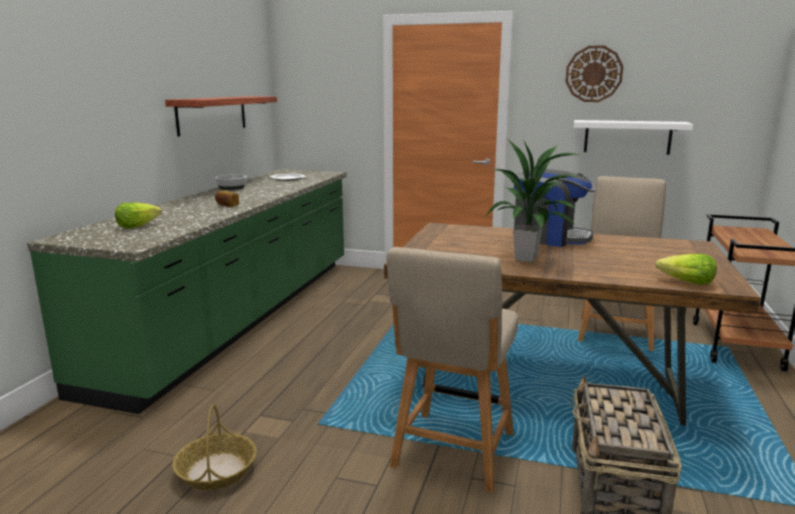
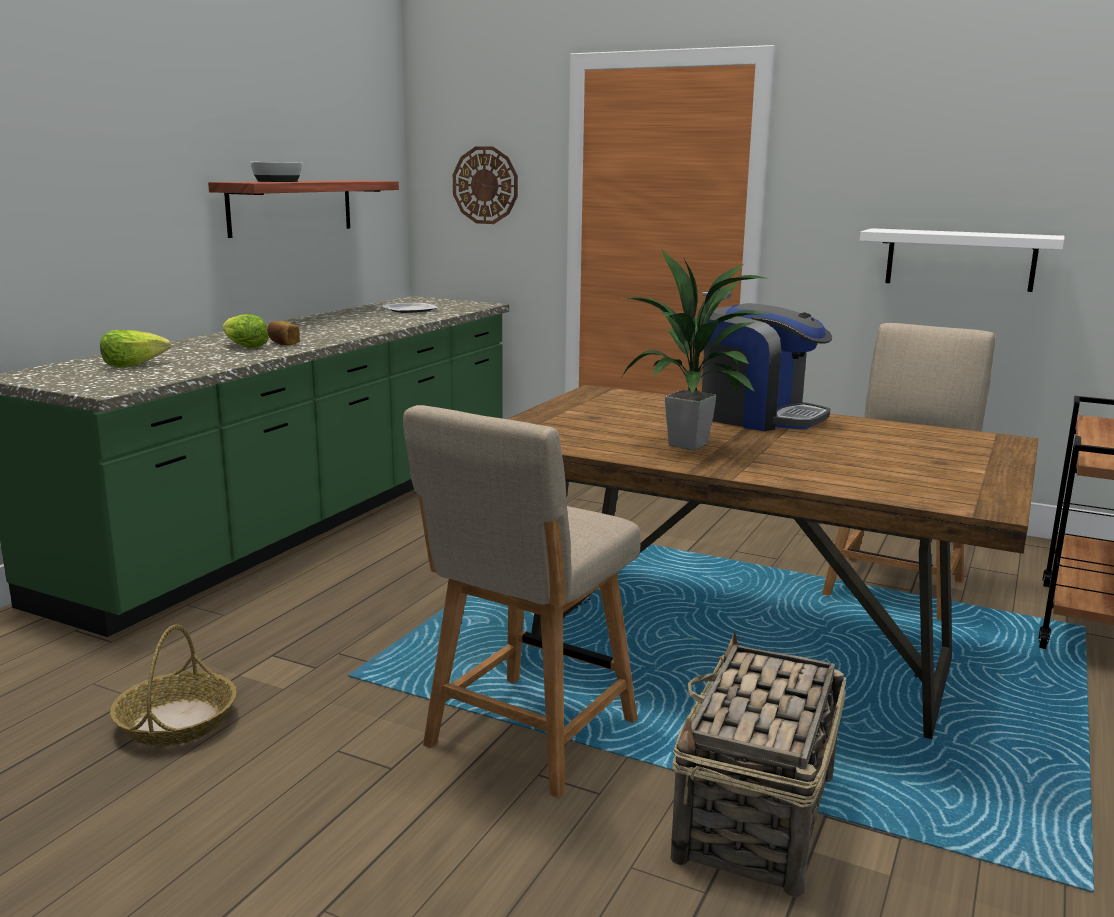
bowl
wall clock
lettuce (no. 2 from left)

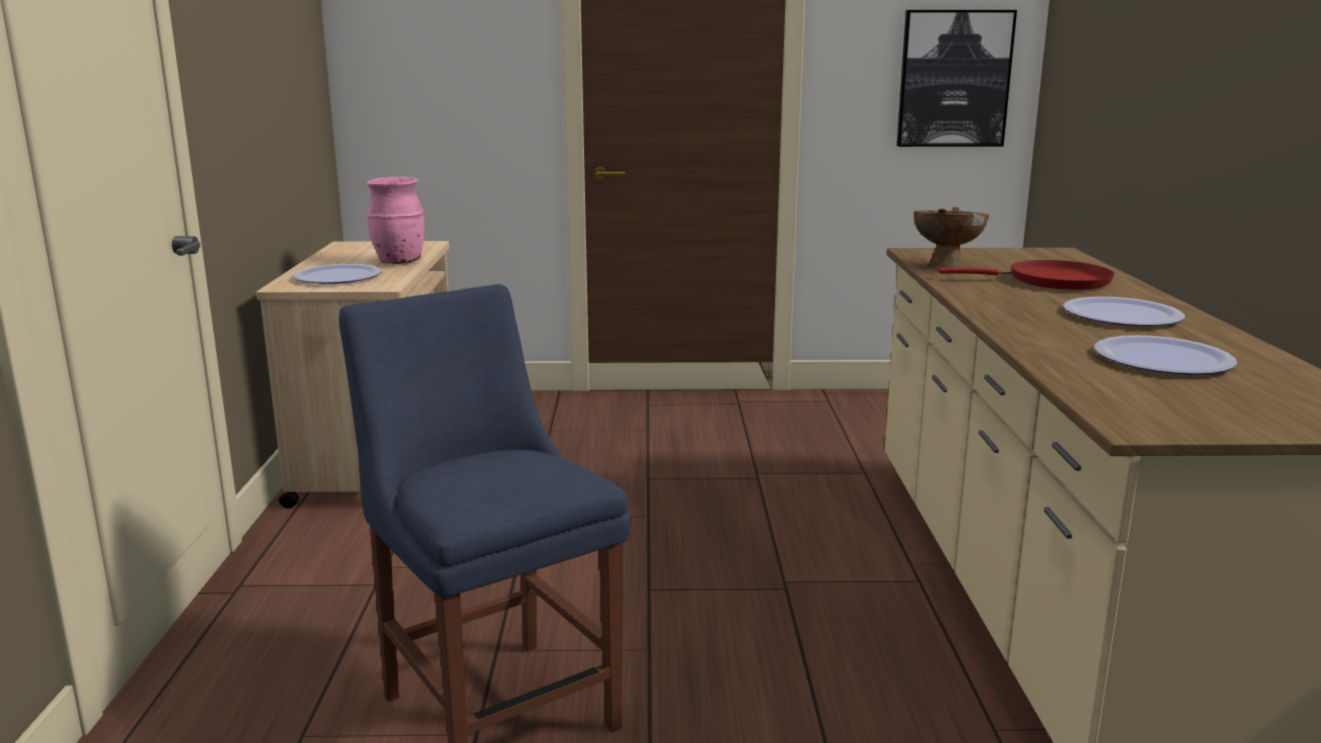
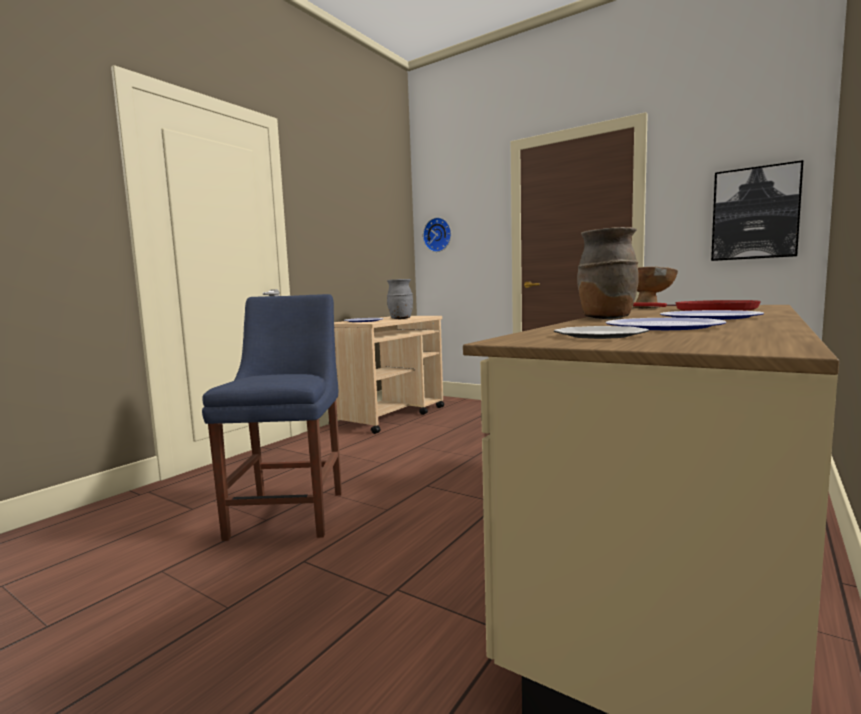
wall clock
plate (no. 2 from left)
vase/brown
vase/grey

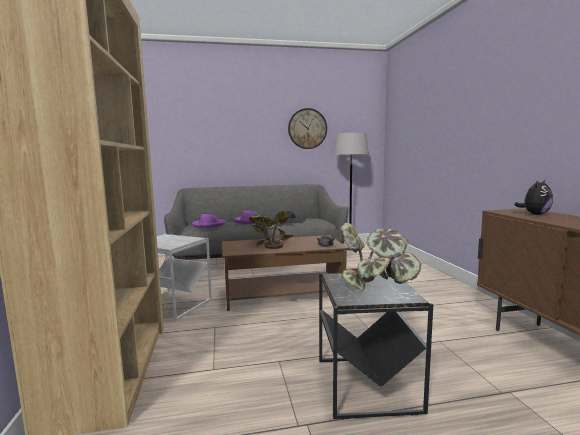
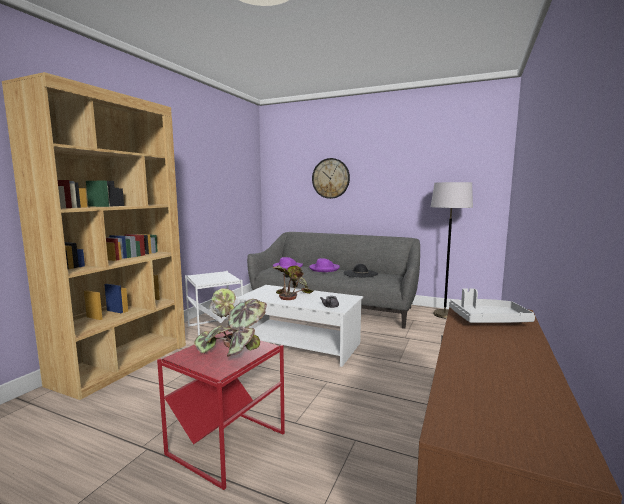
wall clock
tray/grey
coffee table/white
side table/red

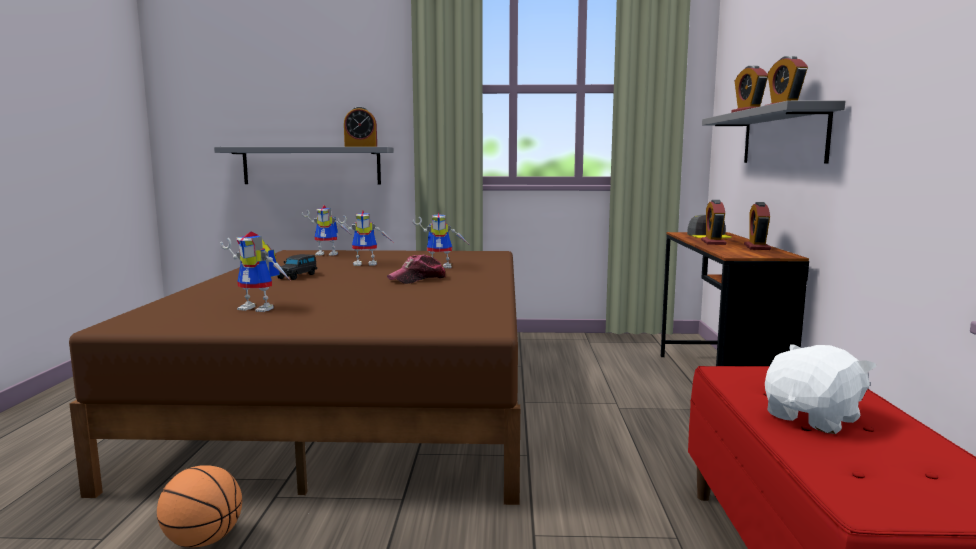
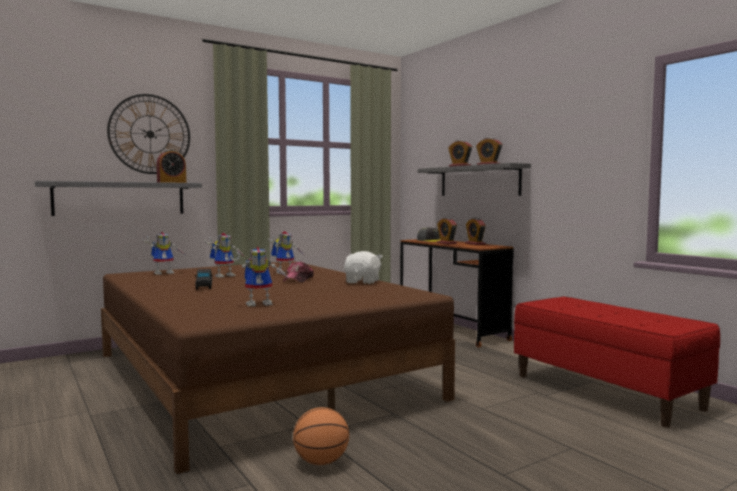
wall clock
plush toy/white

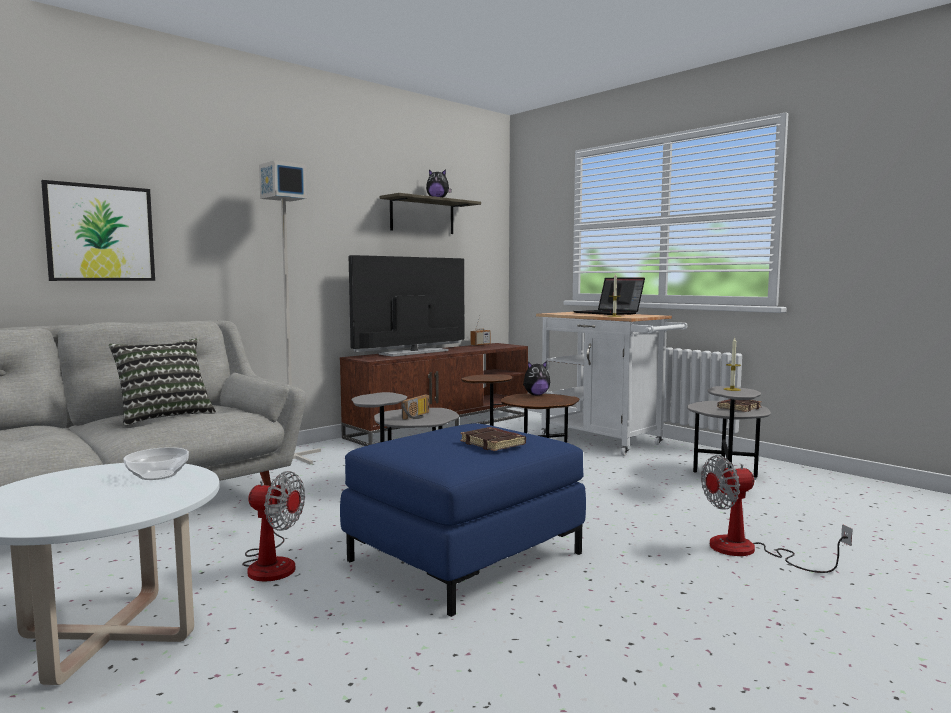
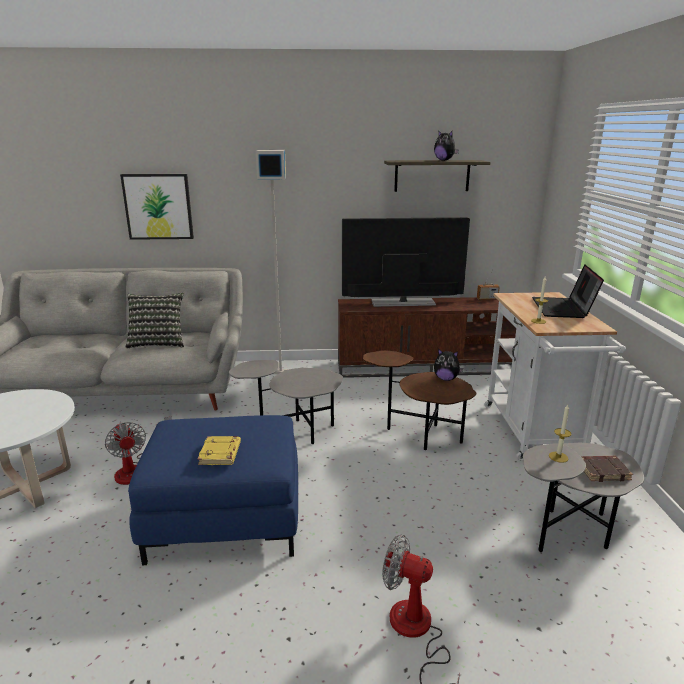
bowl
radio (no. 1 from left in the first image)
book/yellow

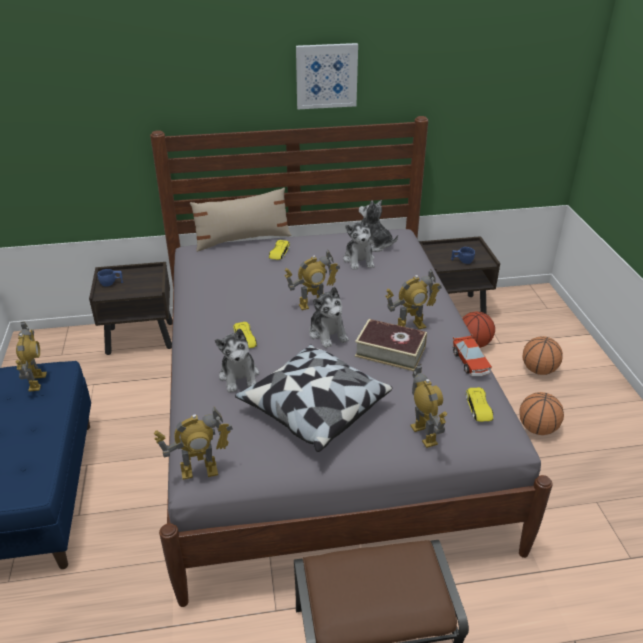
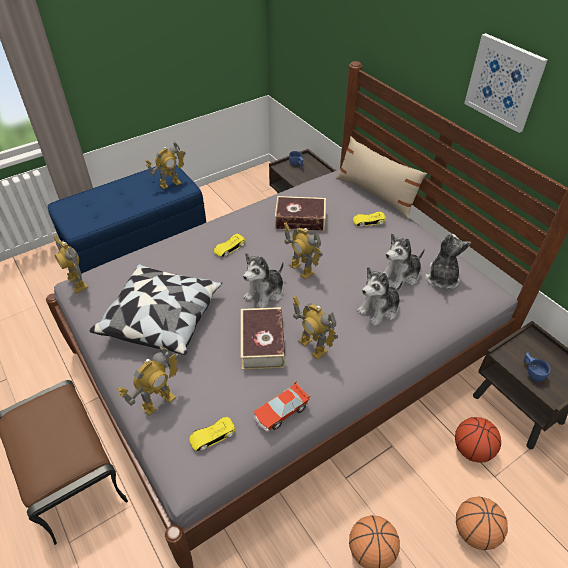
book (no. 2 from left)
plush toy (no. 2 from left)

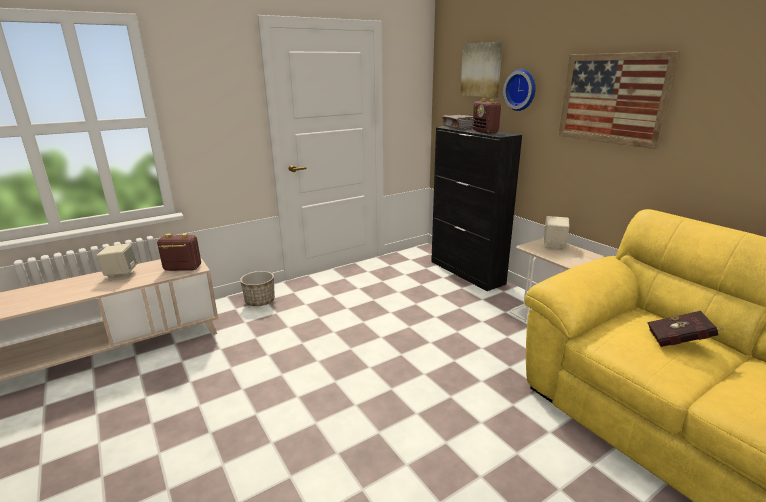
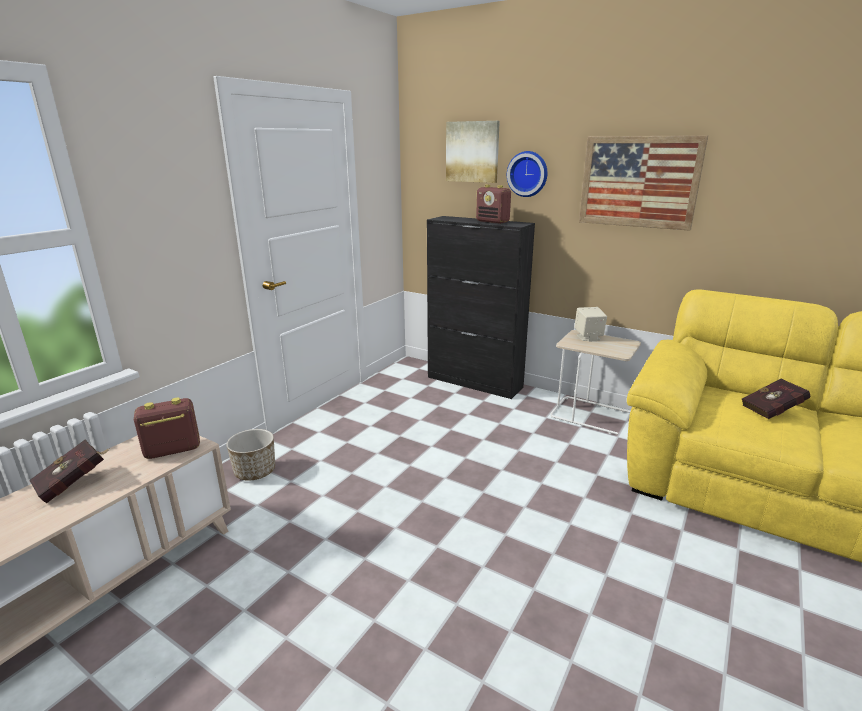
book/grey
book/red (no. 1 from left)

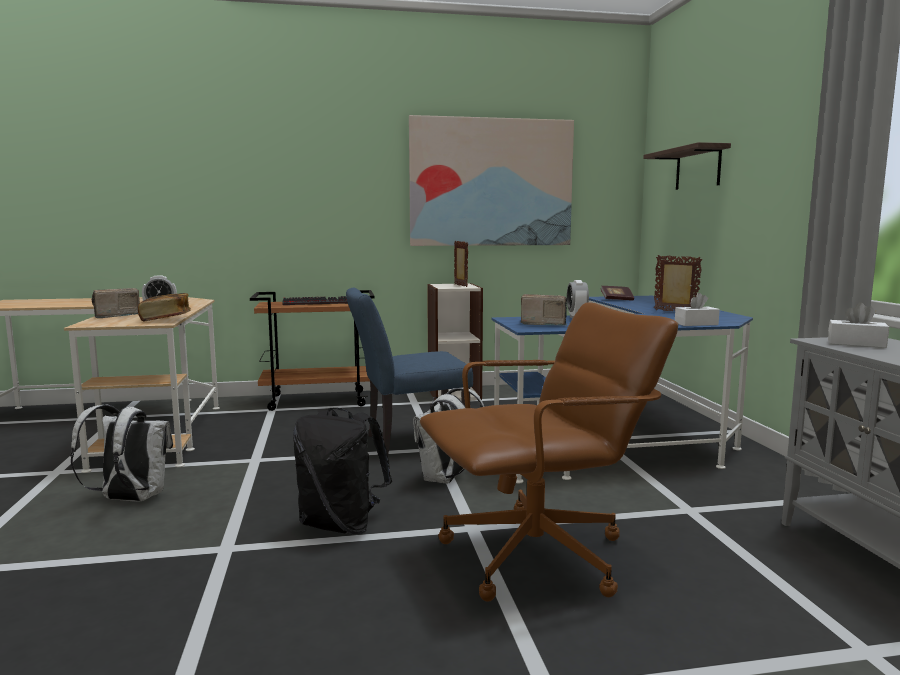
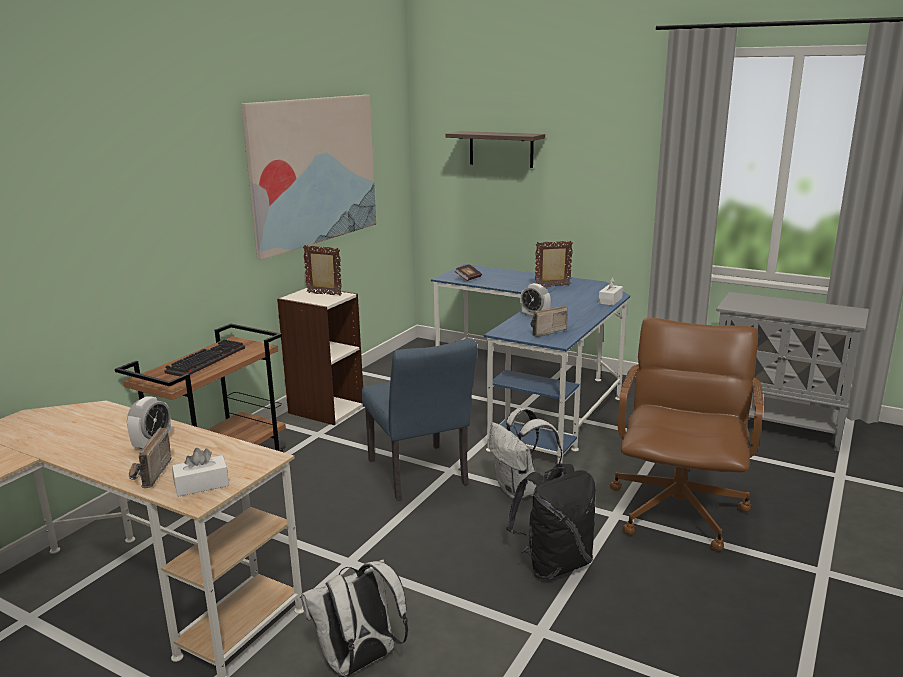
book (no. 1 from left in the first image)
tissue box/white (no. 1 from left)
chair/blue

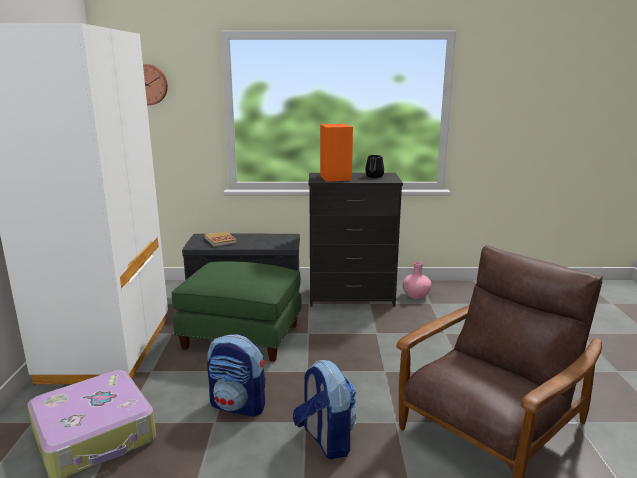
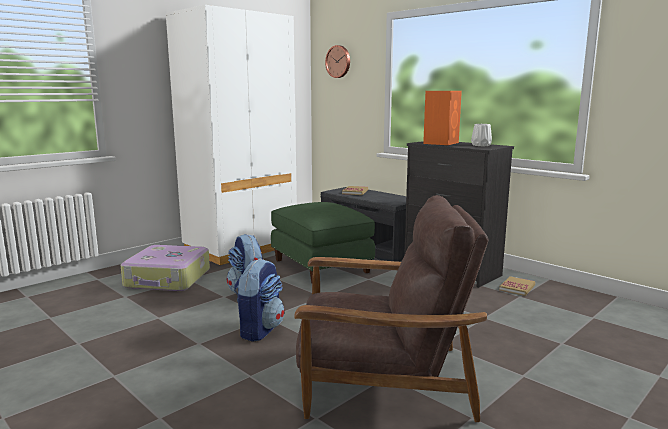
book (no. 2 from left)
vase/white

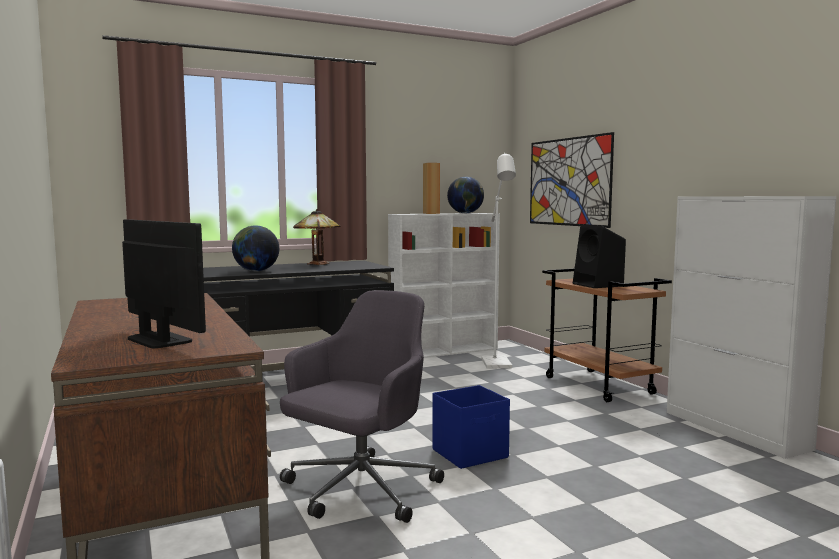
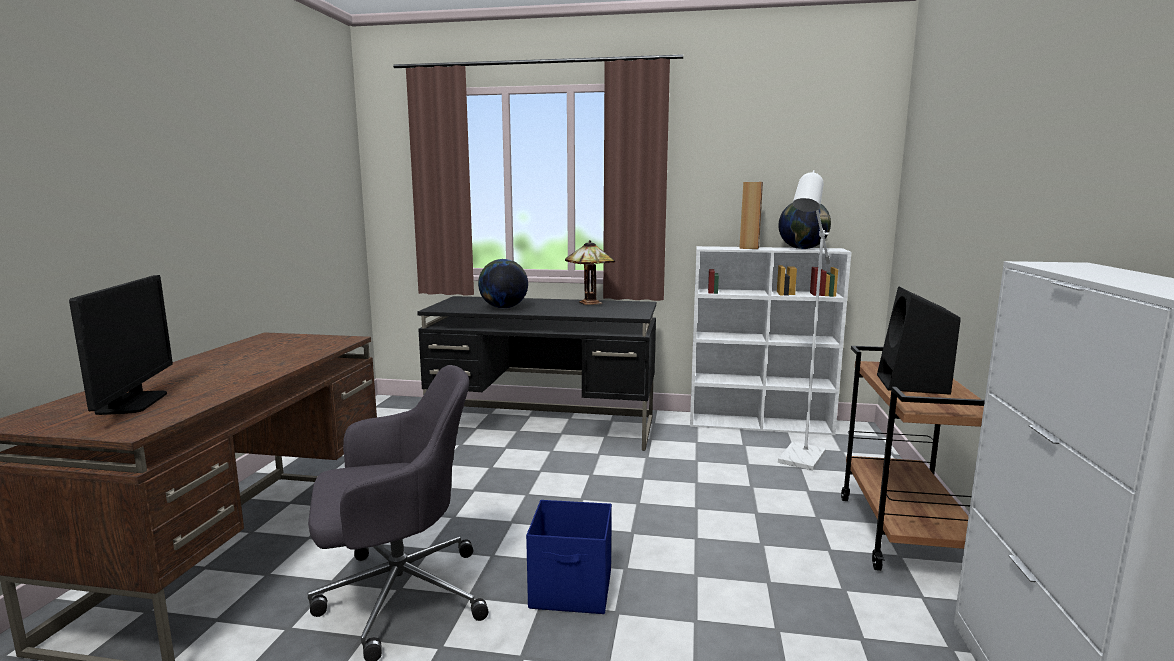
picture

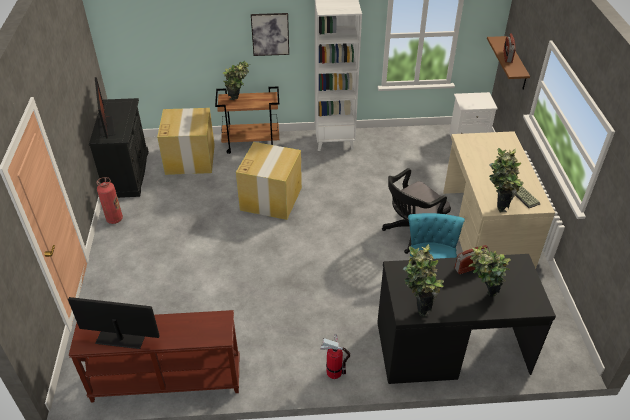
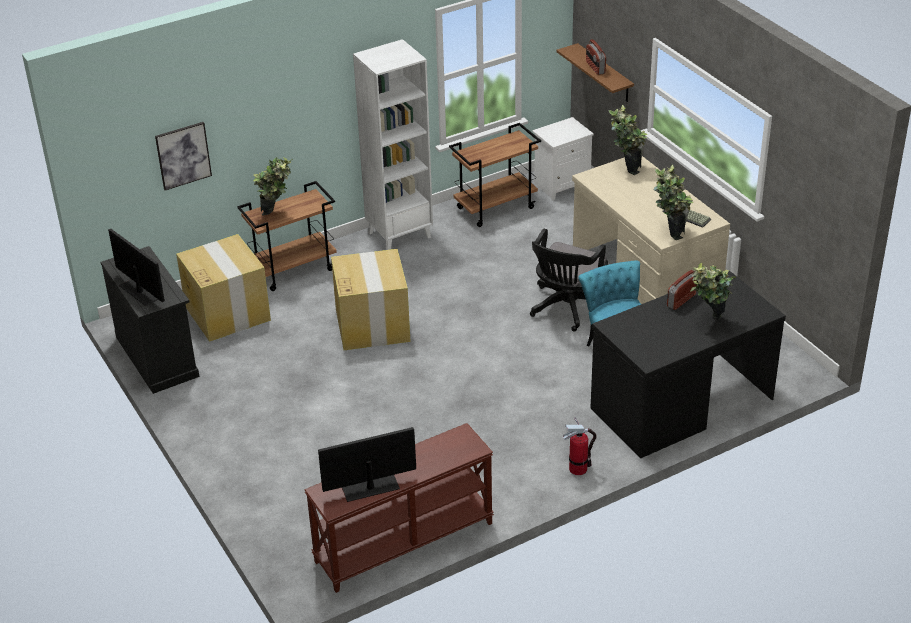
fire extinguisher (no. 1 from left in the first image)
cart/brown (no. 2 from left)
picture
potted plant (no. 2 from left)

